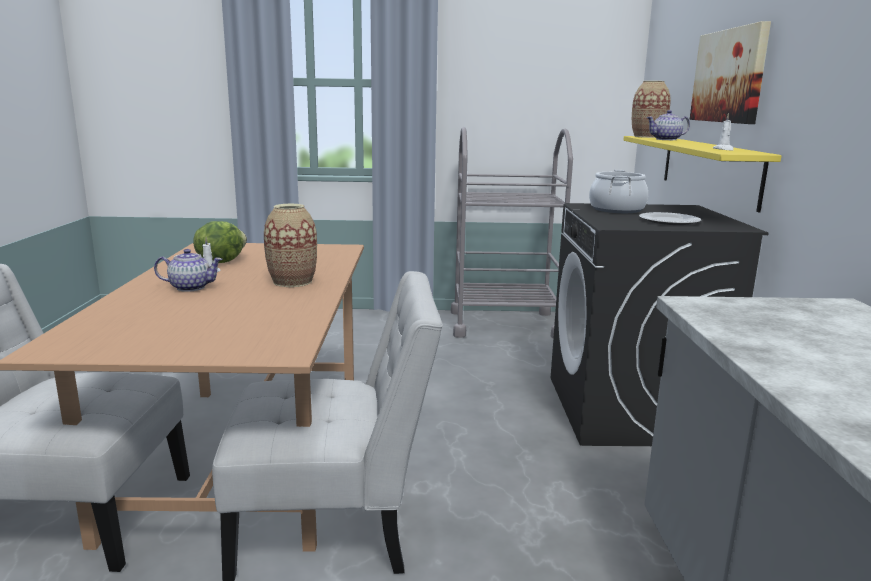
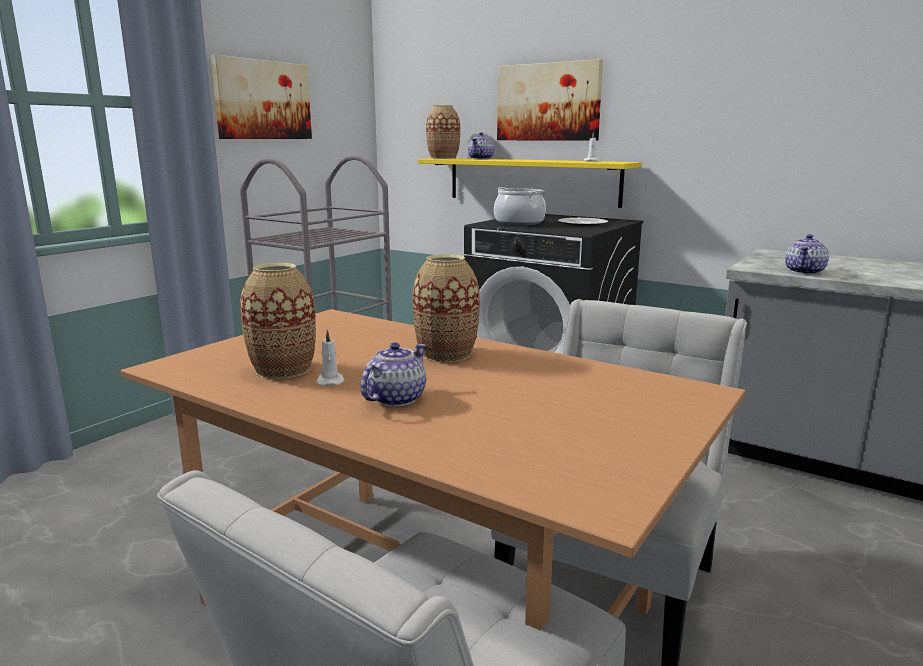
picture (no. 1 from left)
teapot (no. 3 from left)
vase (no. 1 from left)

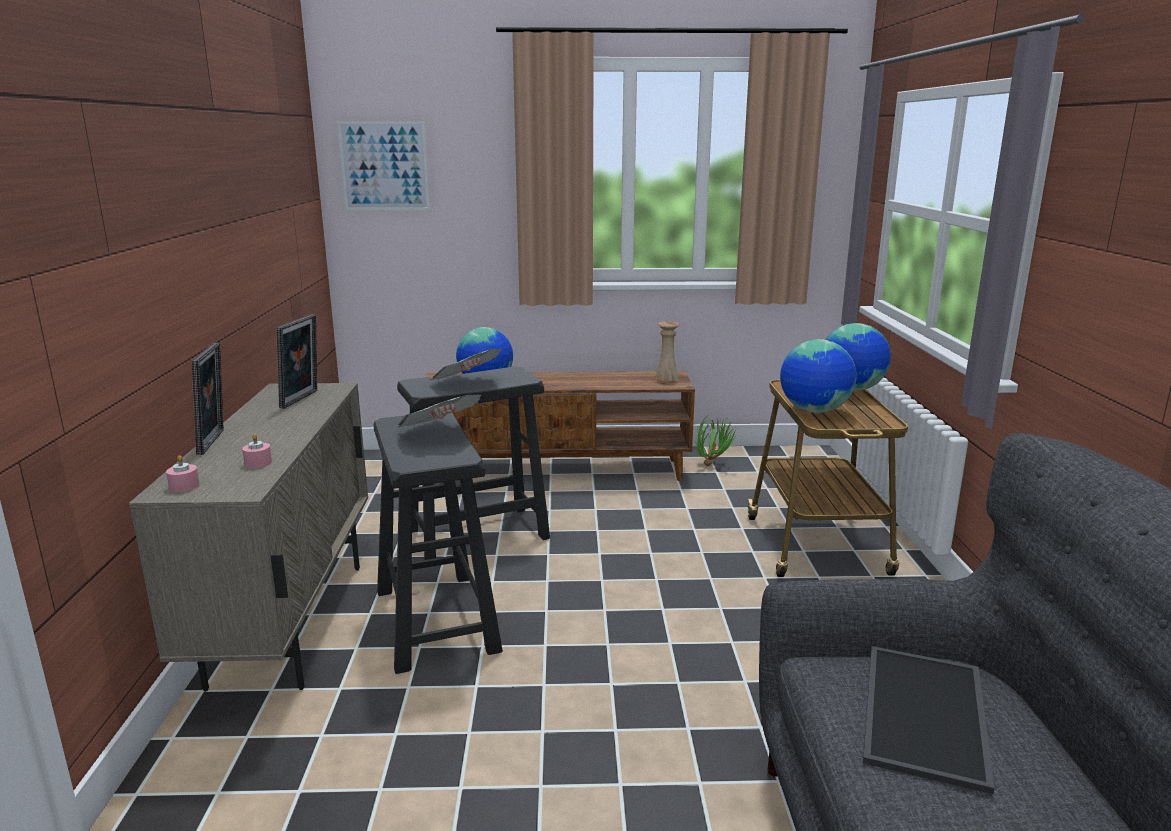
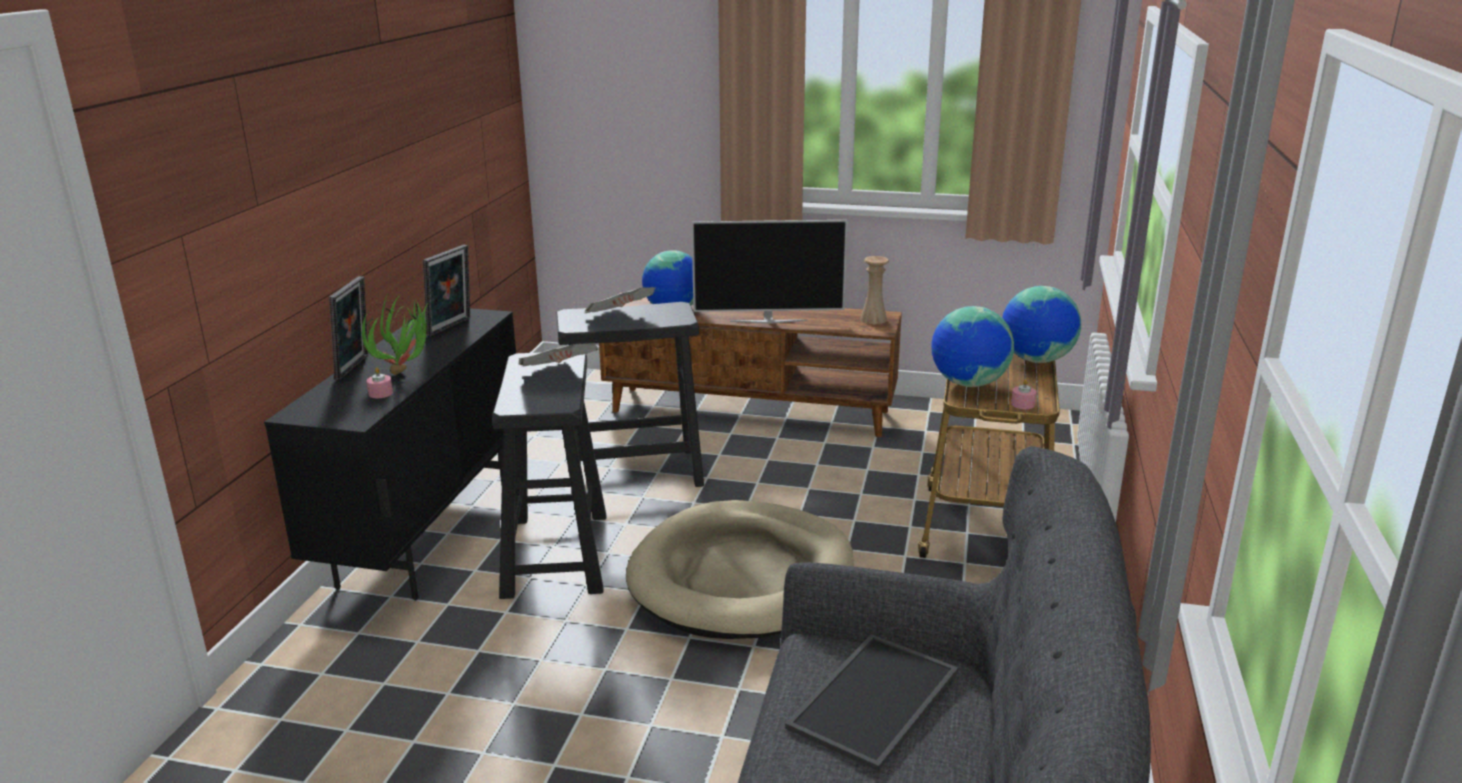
picture
dog bed/beige
television
candle/pink (no. 2 from left)
potted plant
cabinet/black

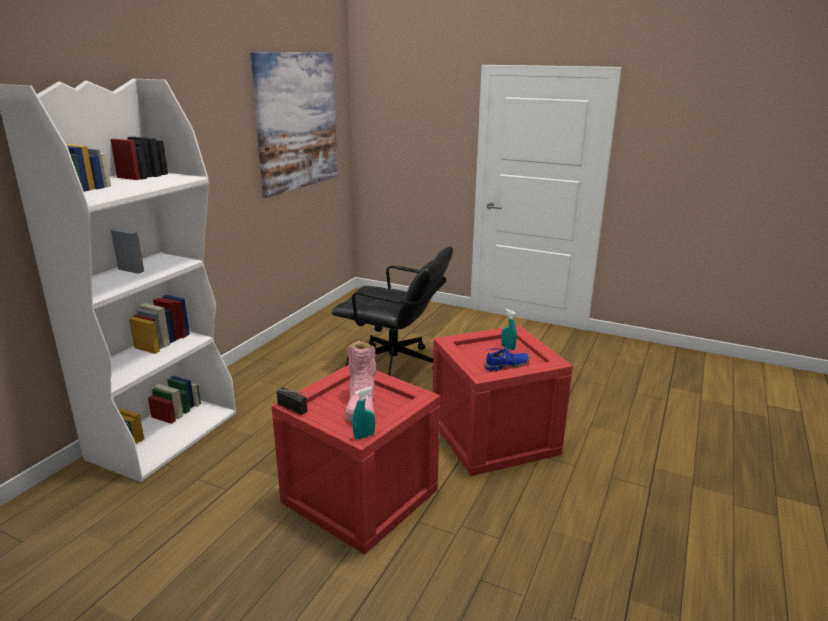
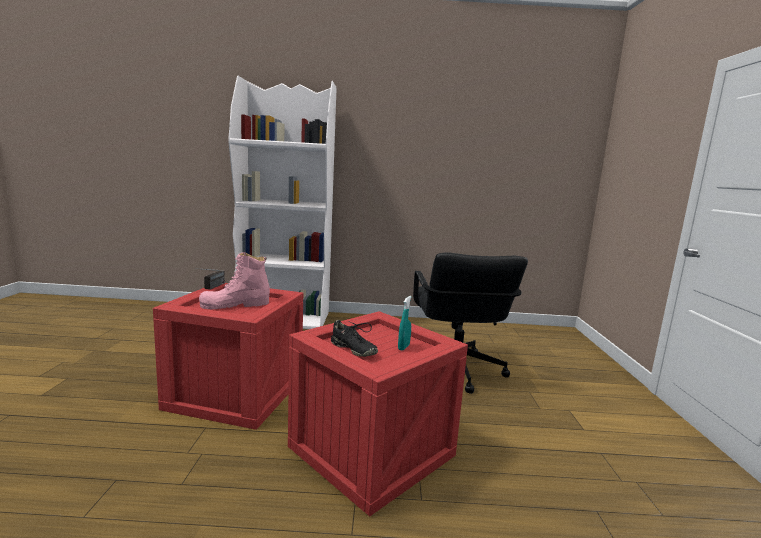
picture
spray bottle/turquoise (no. 1 from left in the first image)
shoe/black

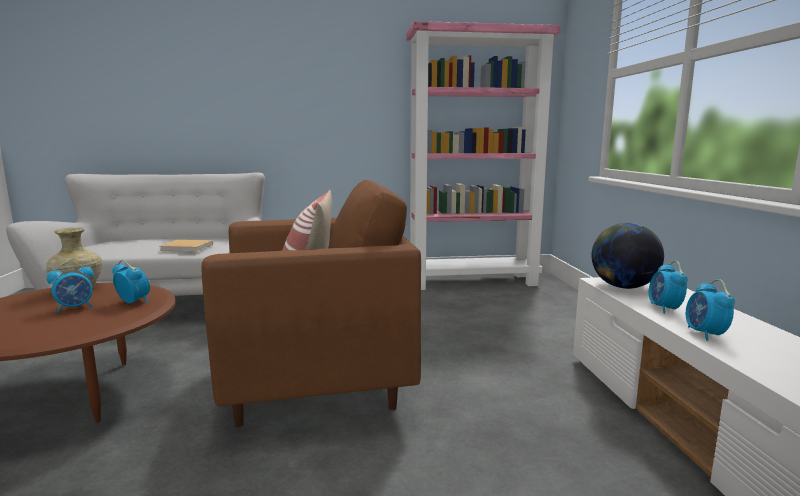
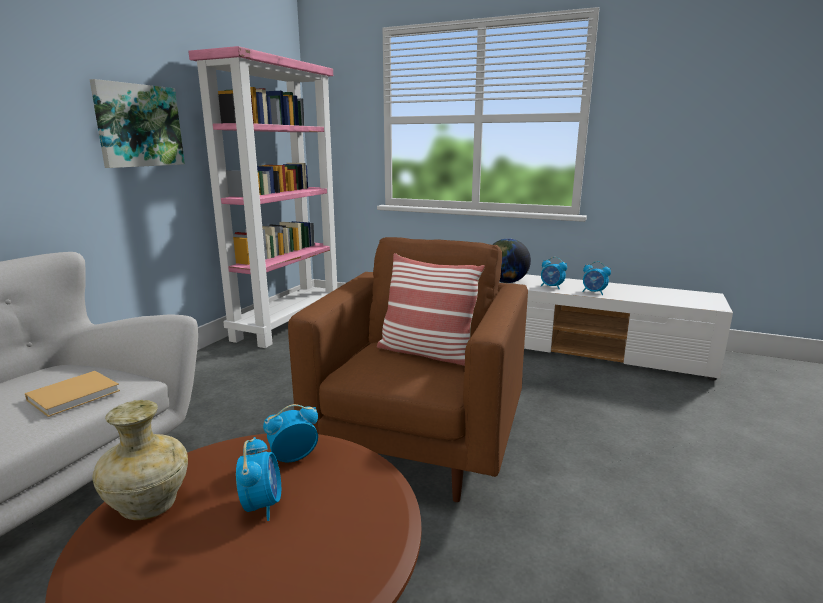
picture

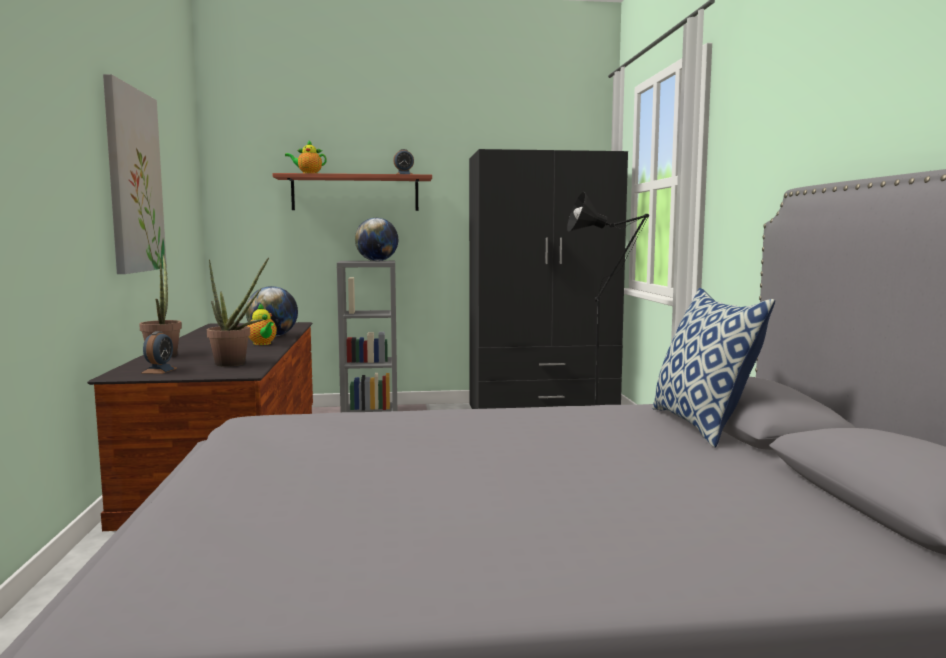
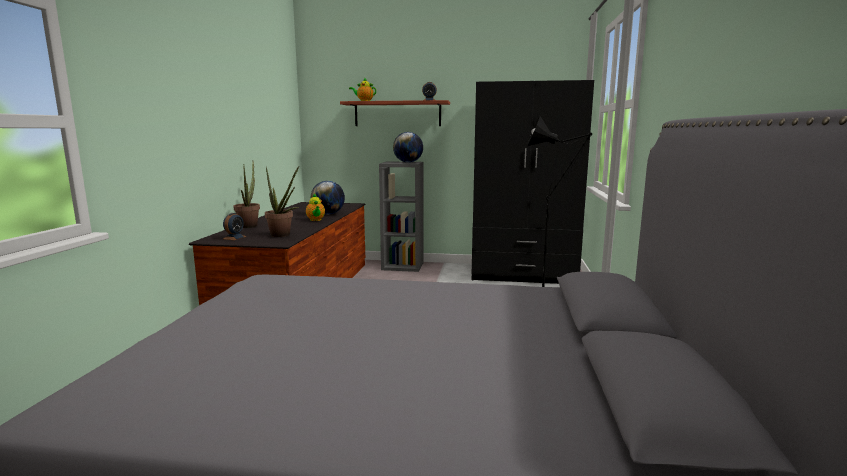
picture
pillow

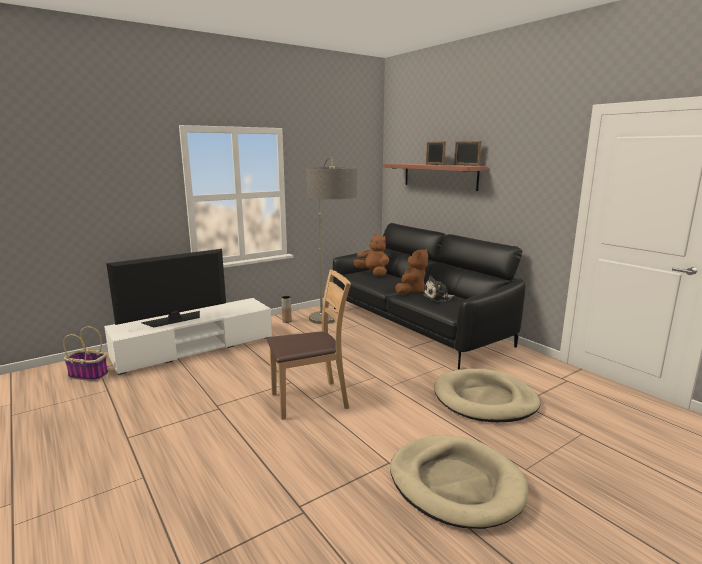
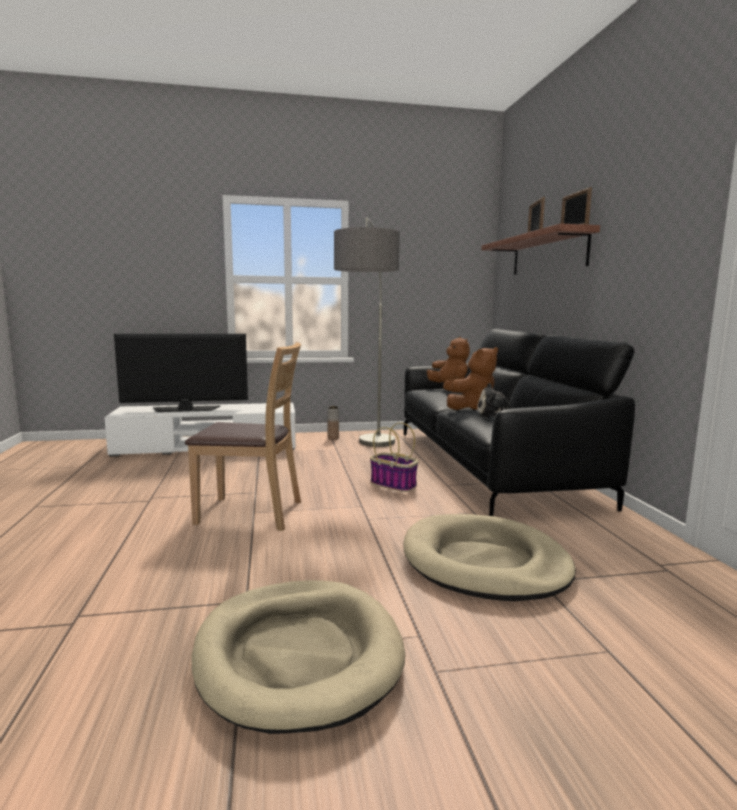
basket

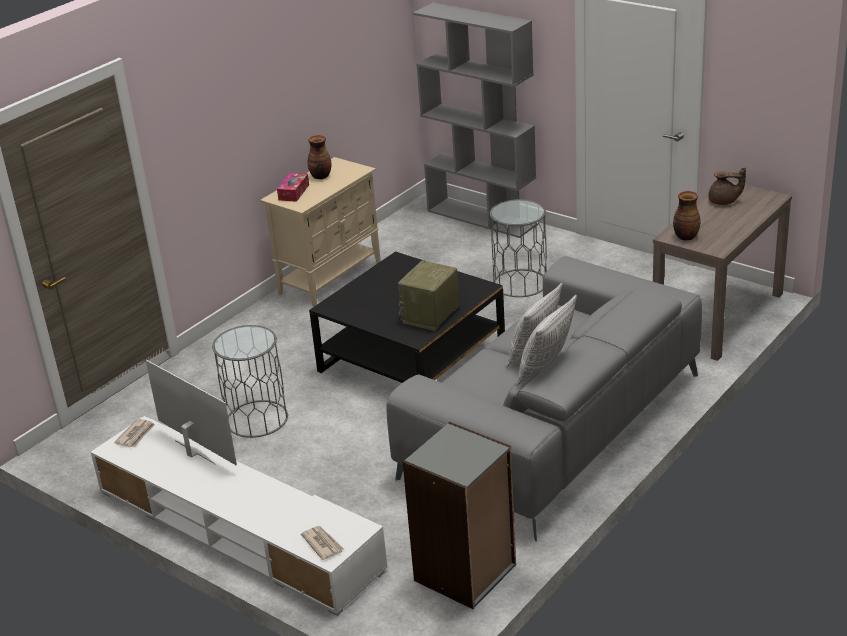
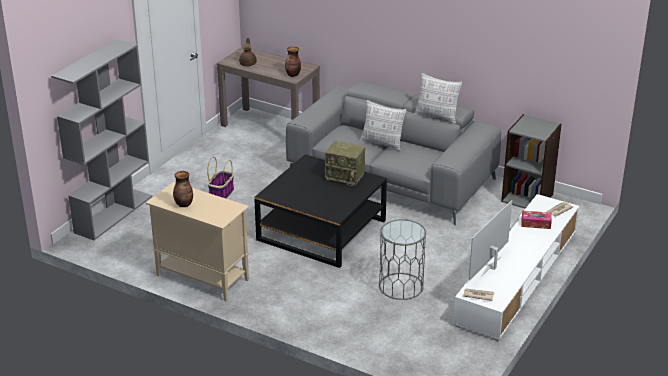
tissue box
basket

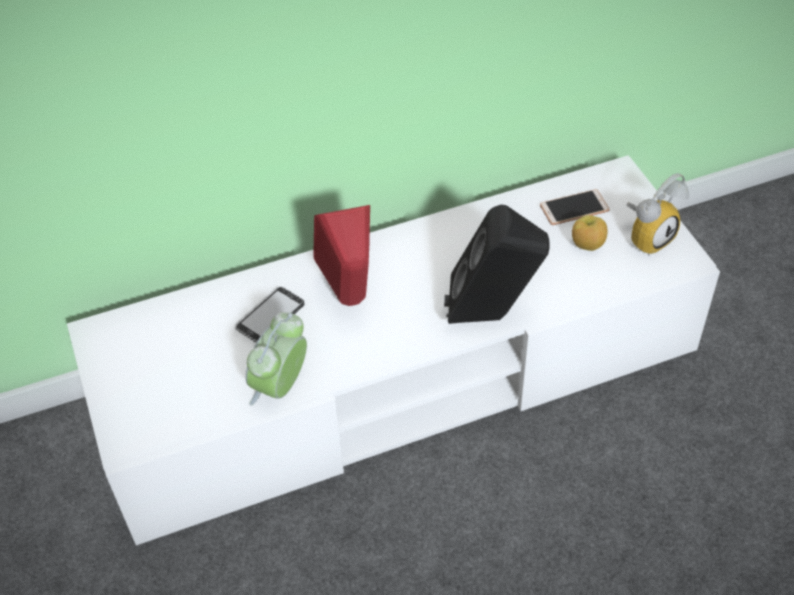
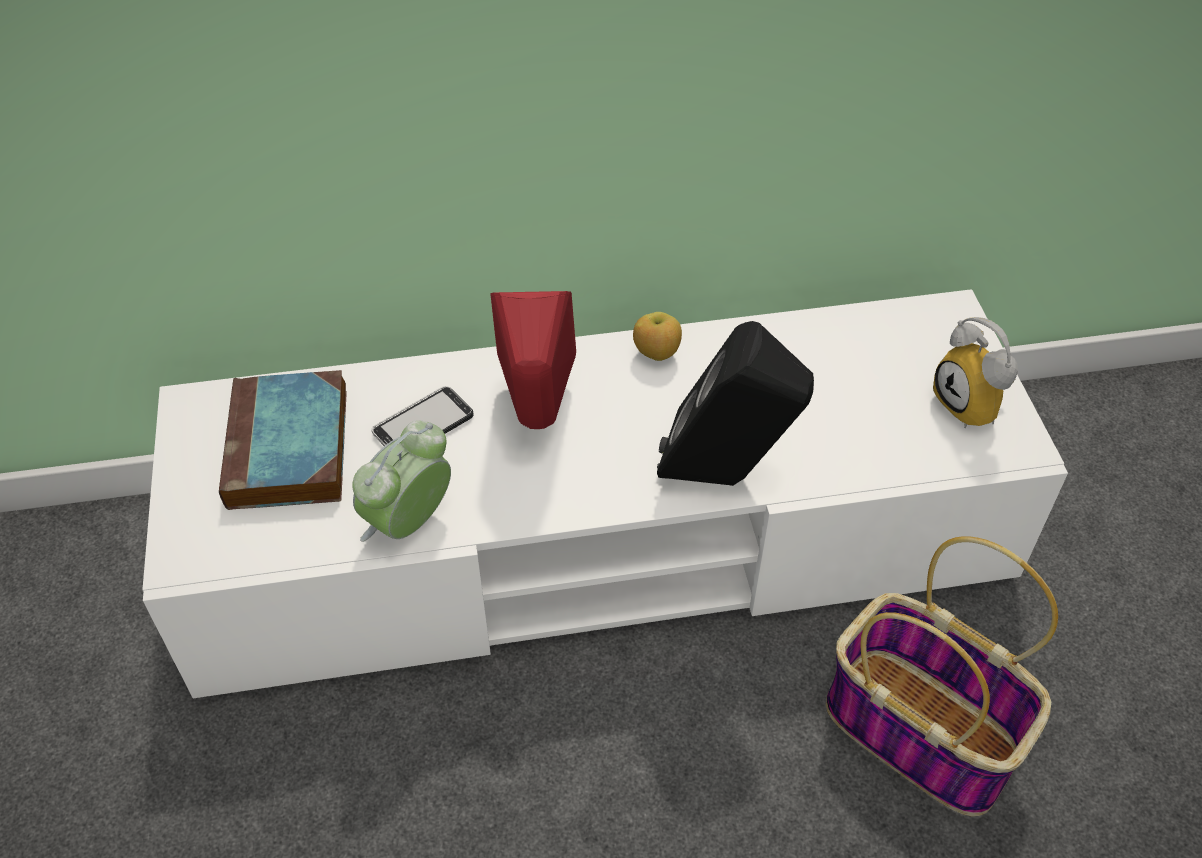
phone (no. 2 from left in the first image)
book
basket
apple
alarm clock (no. 2 from left)

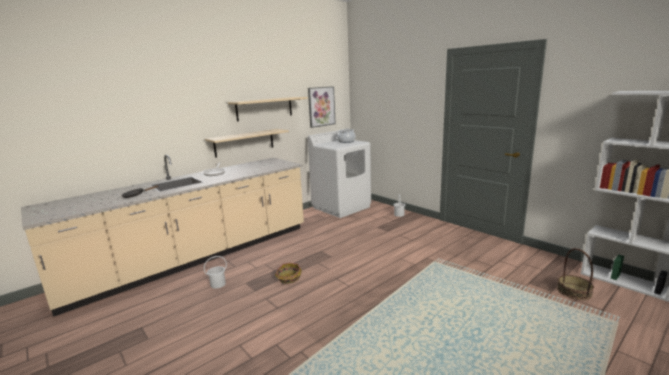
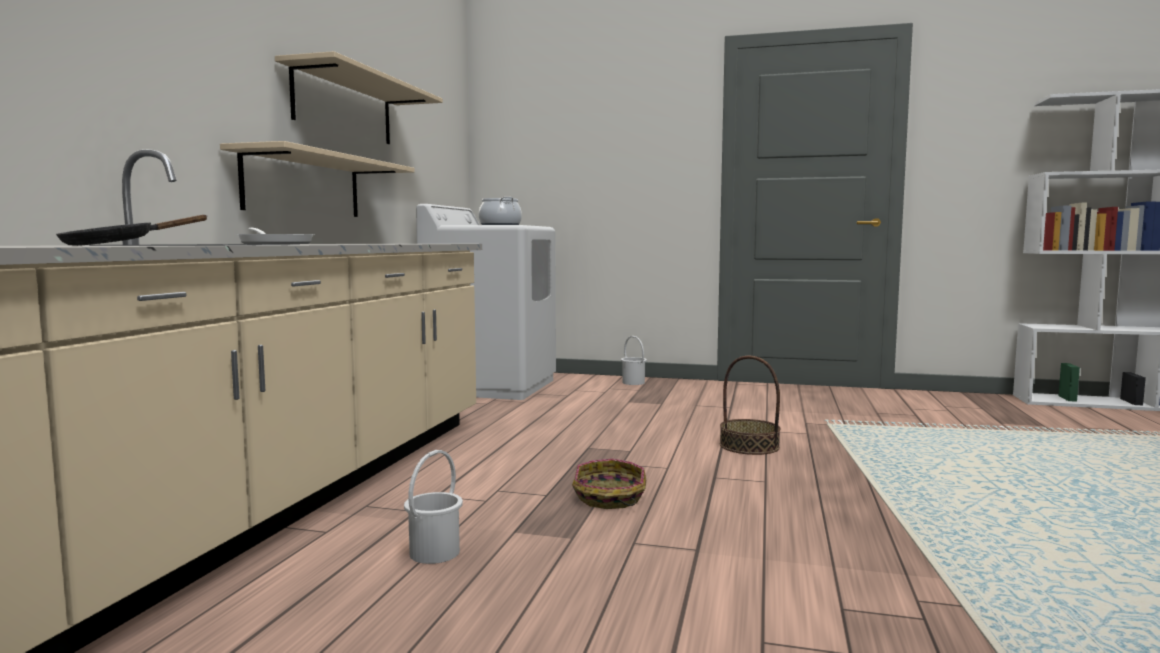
picture
basket (no. 2 from left)

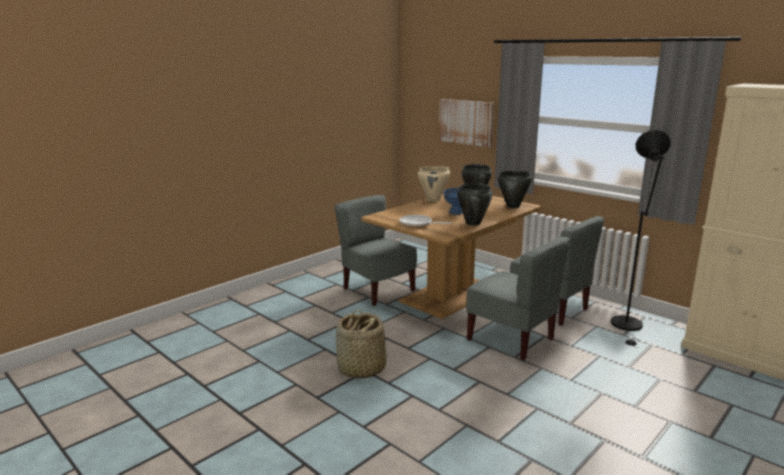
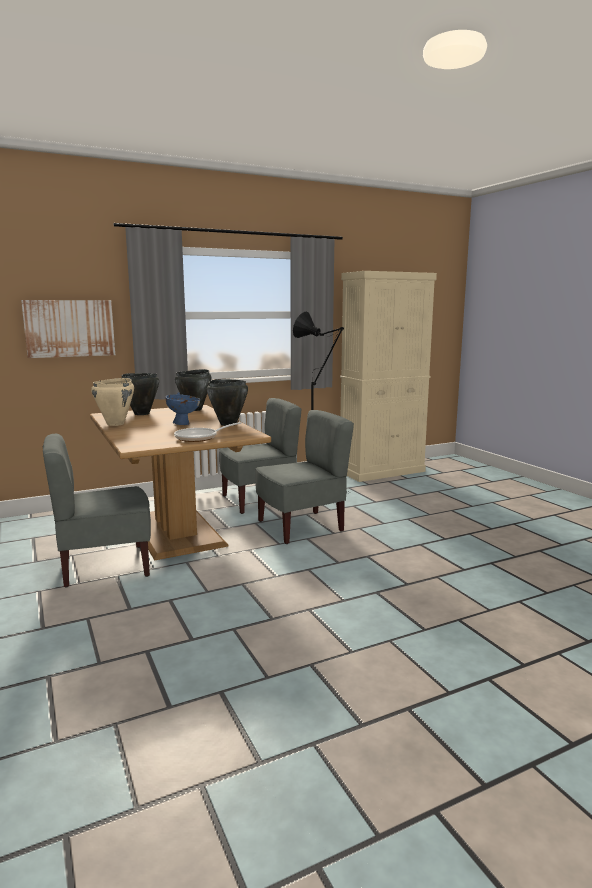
basket

